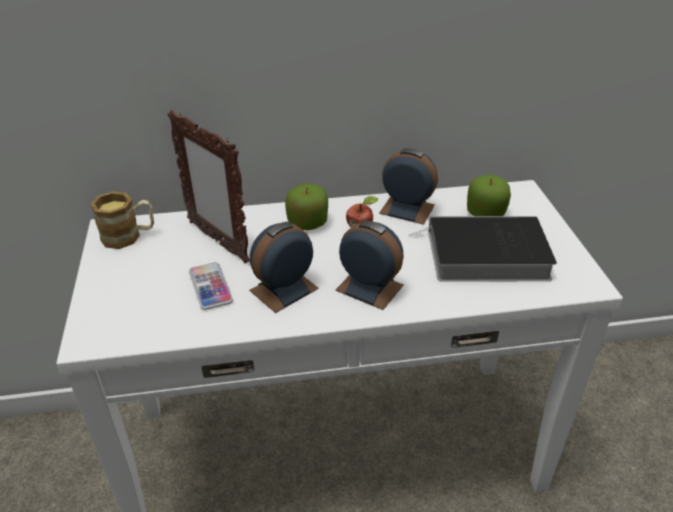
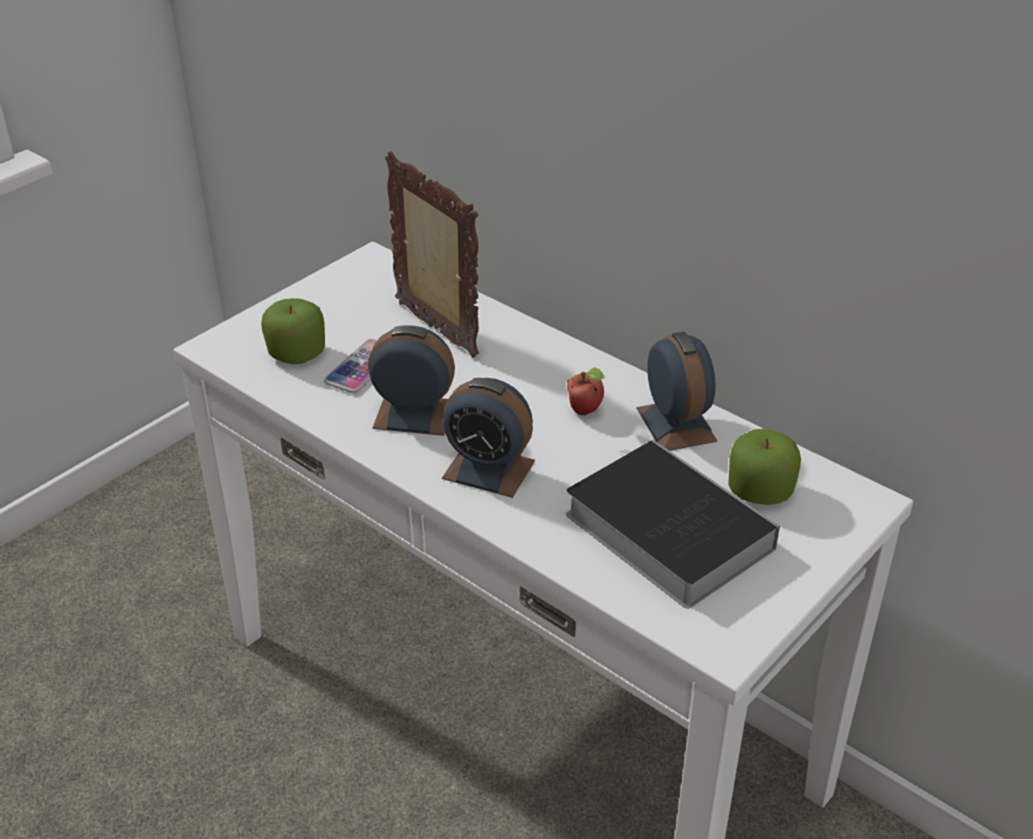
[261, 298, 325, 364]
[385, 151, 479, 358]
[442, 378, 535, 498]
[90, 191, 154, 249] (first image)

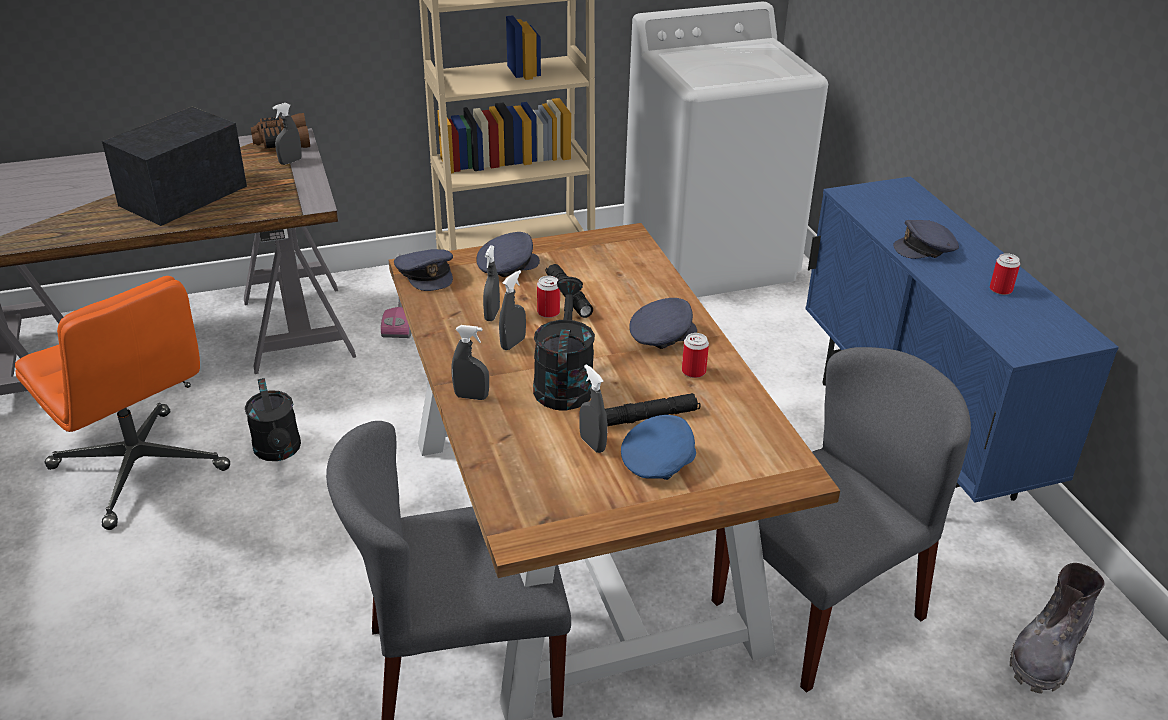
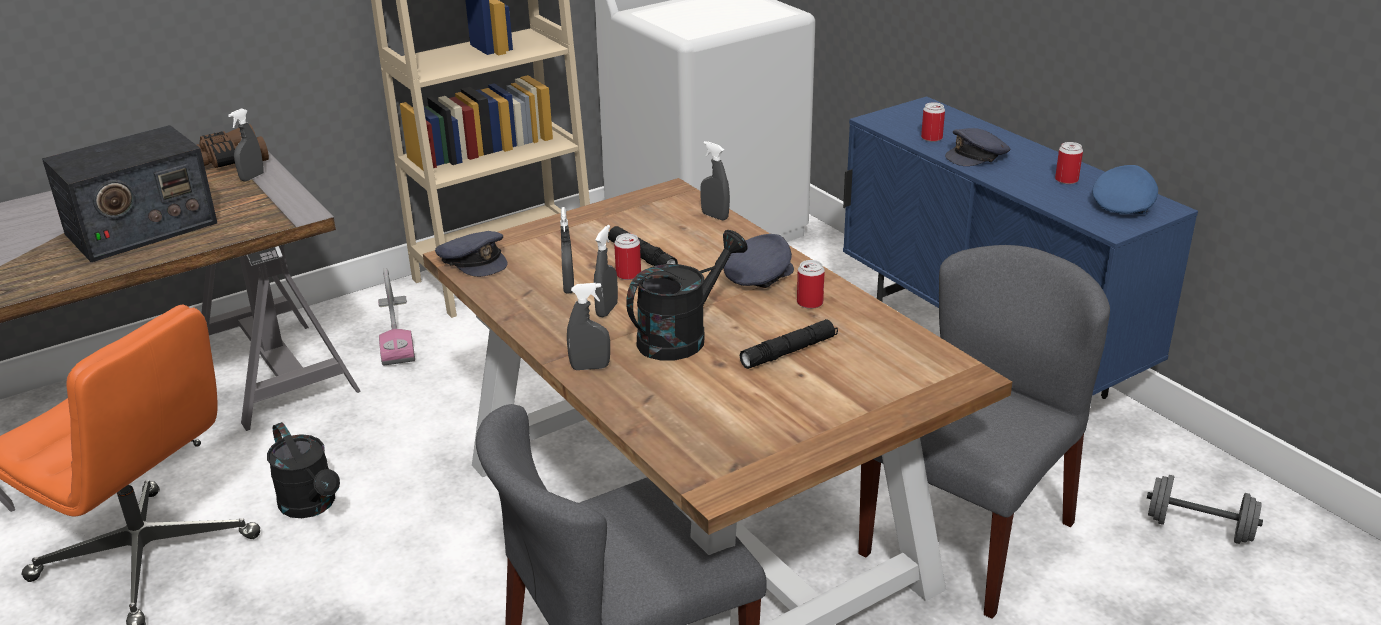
[42, 125, 217, 262]
[626, 230, 747, 361]
[700, 141, 730, 221]
[921, 102, 945, 142]
[1092, 165, 1158, 214]
[1147, 475, 1263, 544]
[476, 232, 540, 277] (first image)

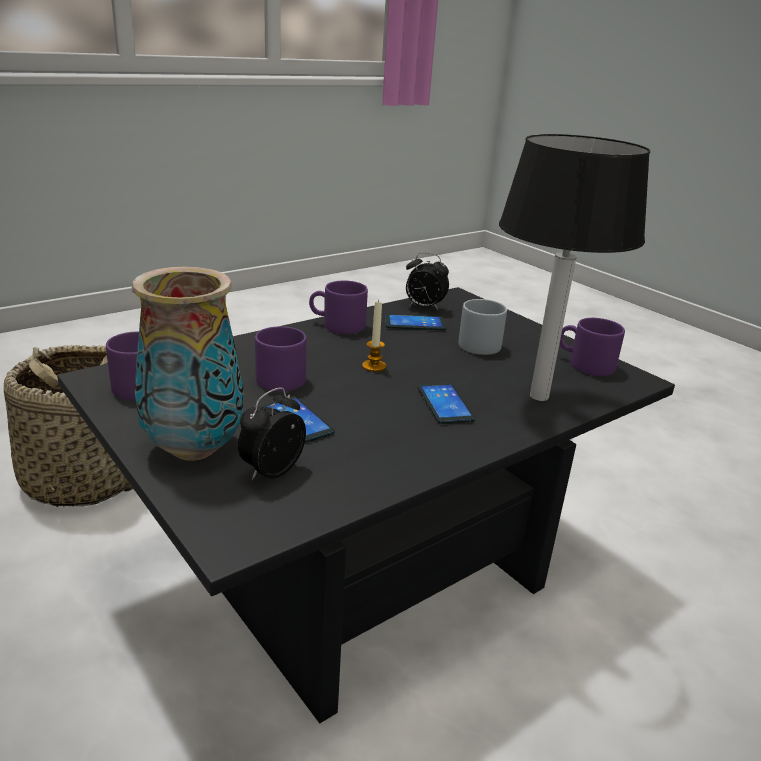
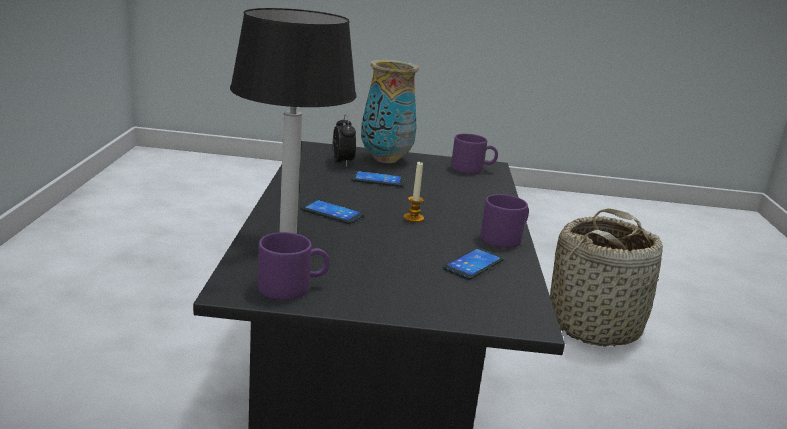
[255, 326, 307, 392] (first image)
[406, 252, 449, 310] (first image)
[458, 299, 507, 355] (first image)

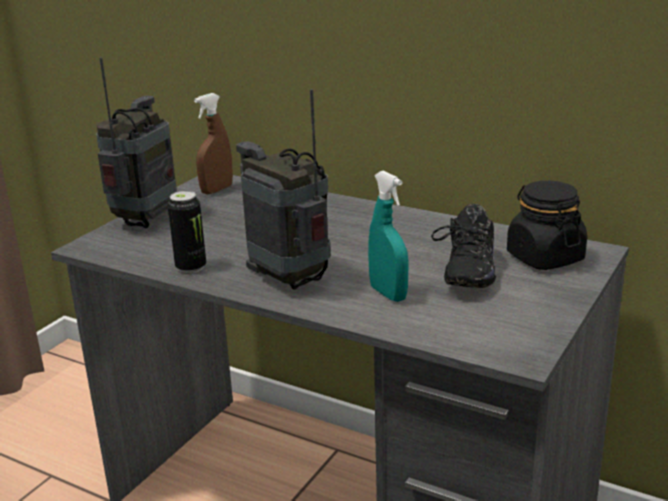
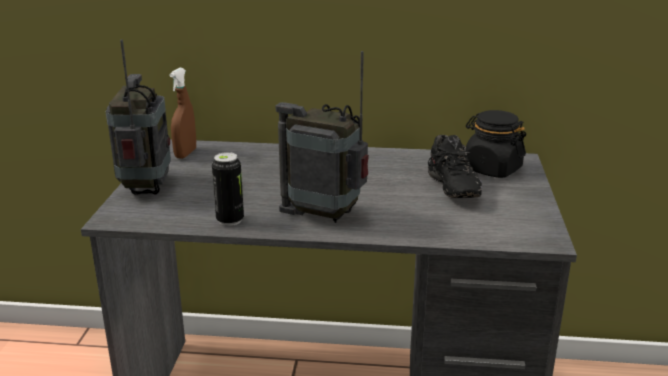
[368, 171, 409, 302] (first image)

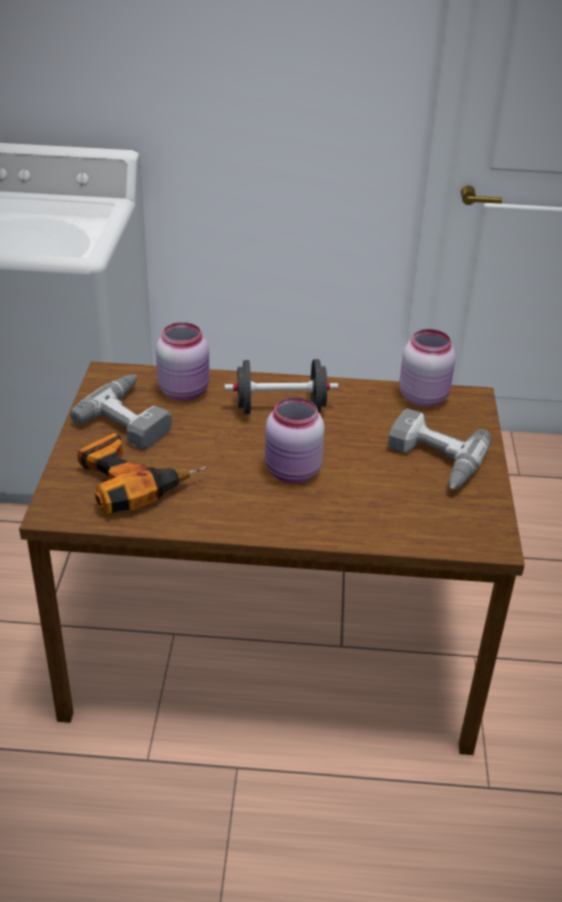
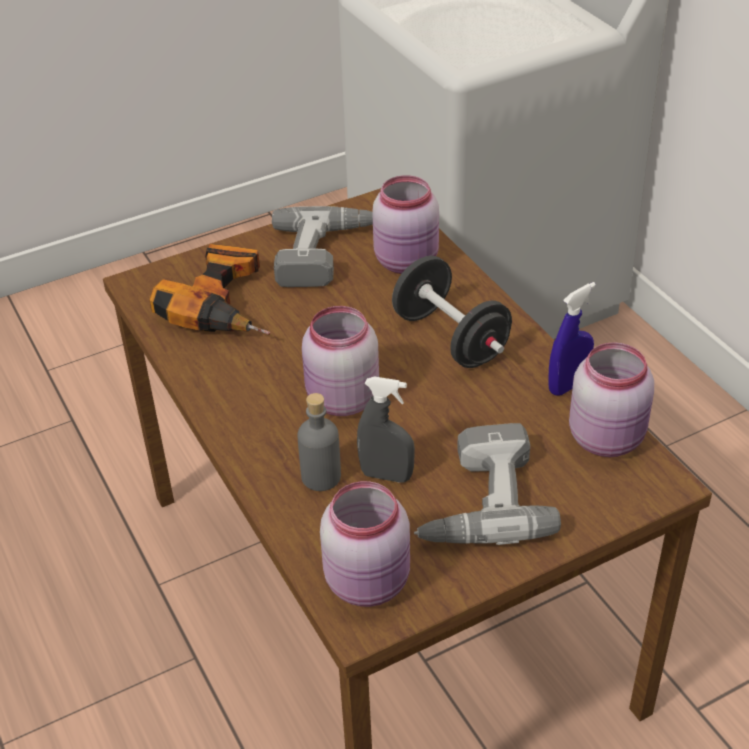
[297, 393, 341, 491]
[320, 481, 410, 607]
[357, 376, 415, 483]
[548, 282, 596, 396]

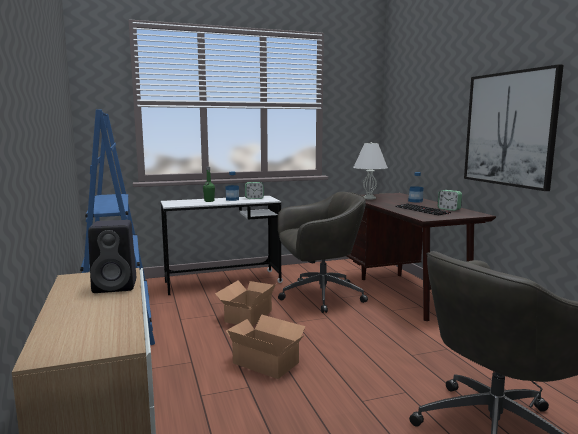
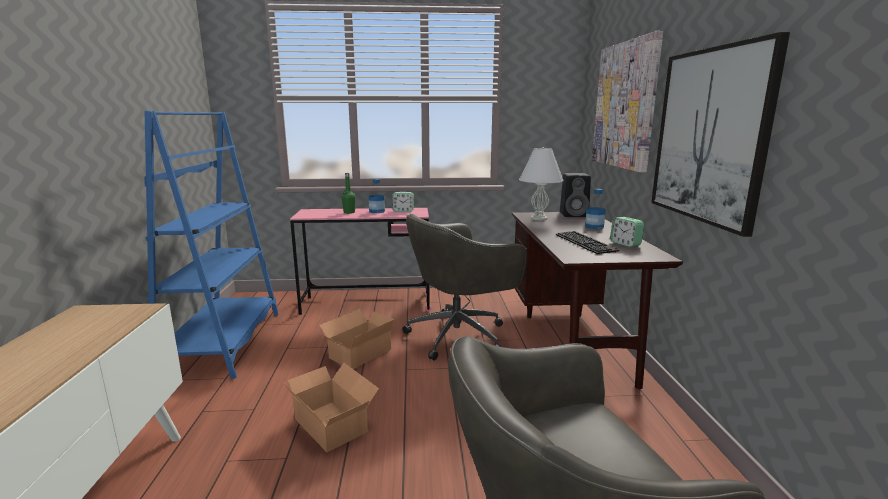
[290, 208, 431, 315]
[402, 214, 527, 360]
[560, 173, 591, 217]
[592, 31, 663, 172]

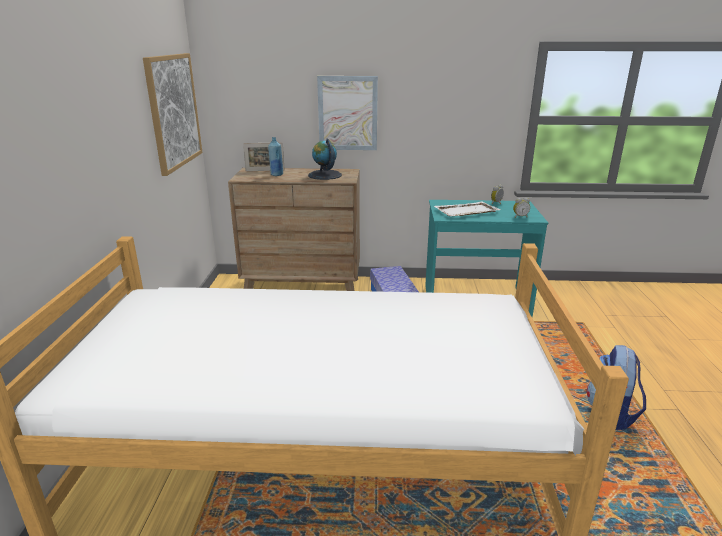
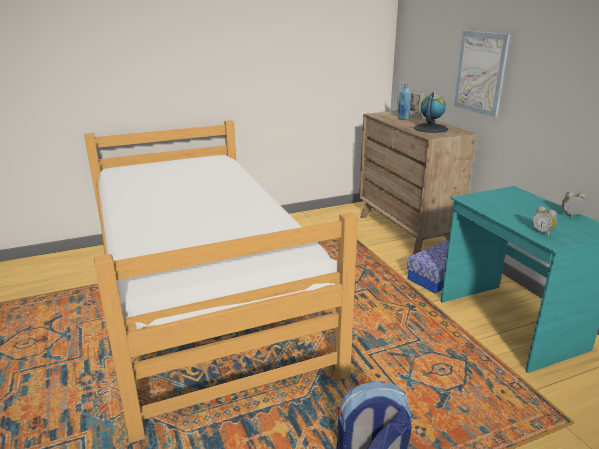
[143, 53, 202, 176] (first image)
[434, 201, 500, 216] (first image)

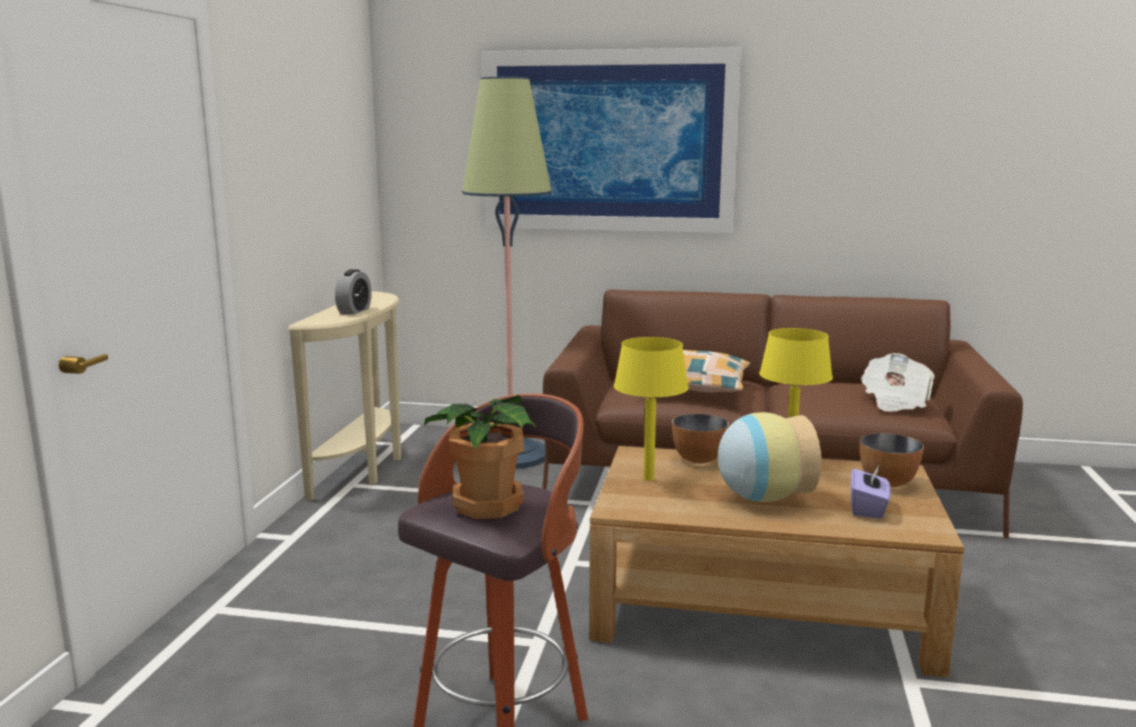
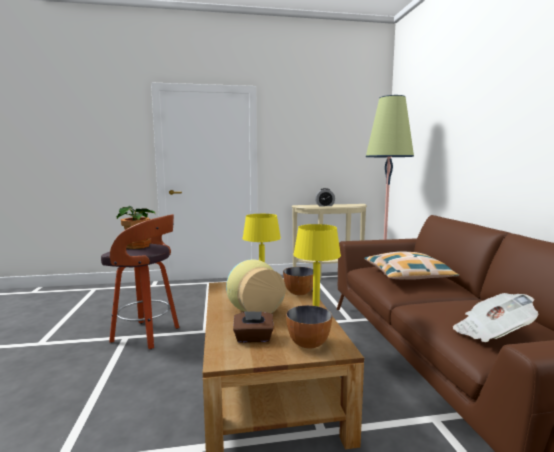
[233, 311, 273, 343]
[482, 47, 742, 233] (first image)

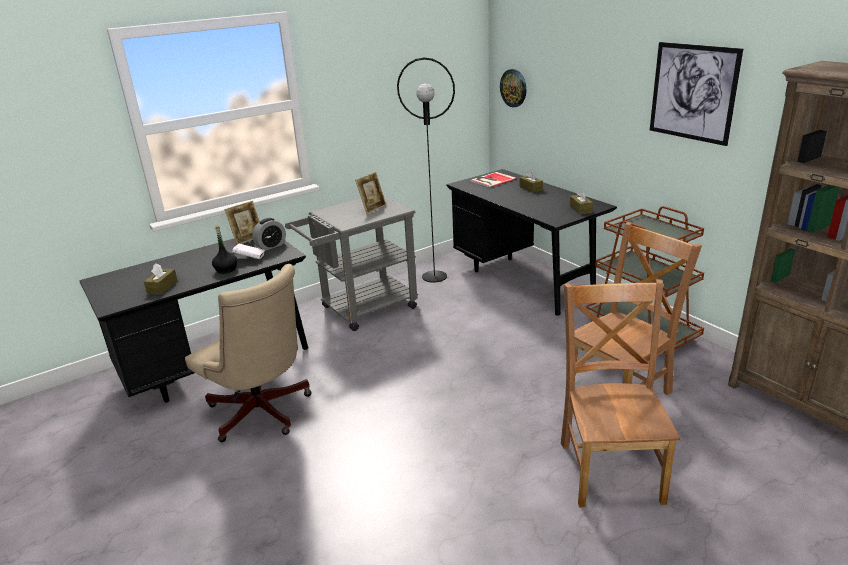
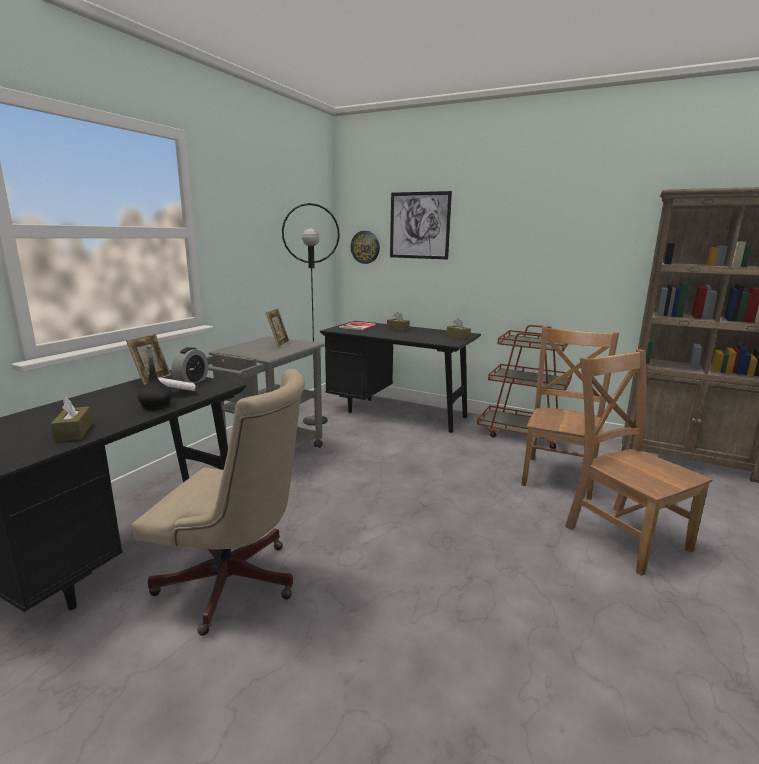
[390, 191, 452, 259]

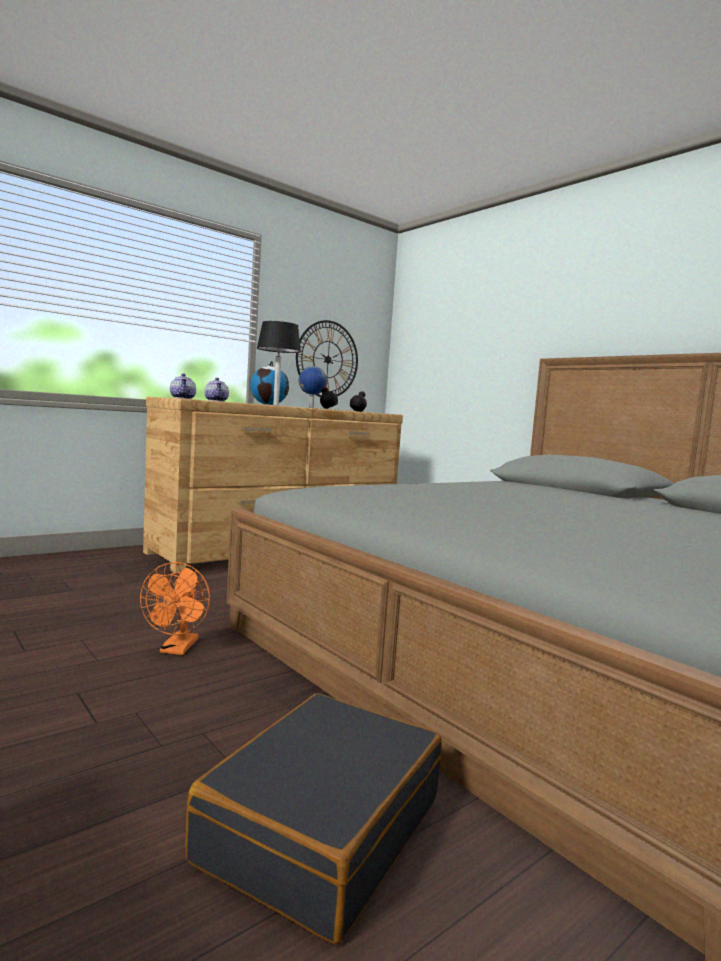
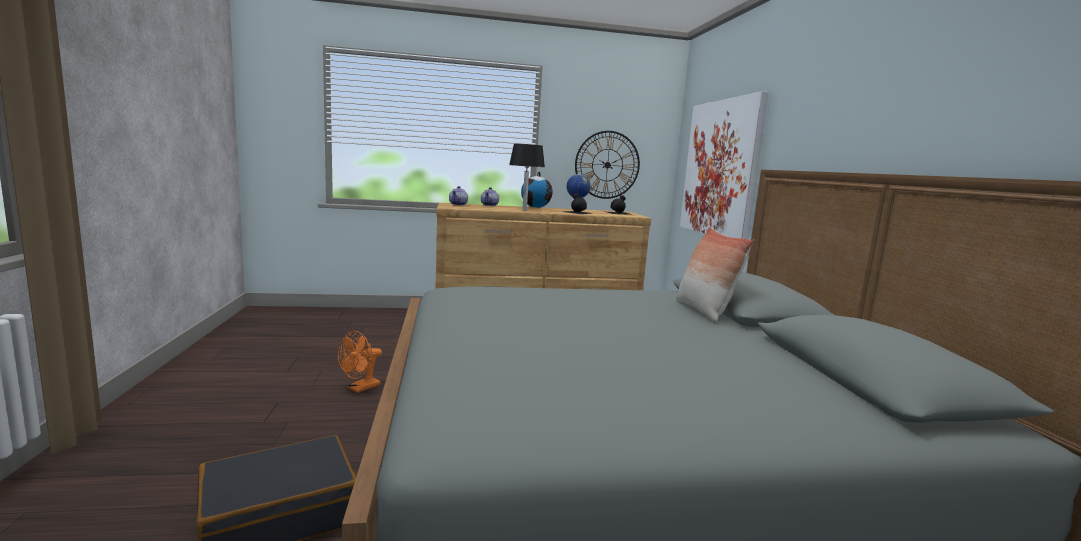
[676, 227, 754, 322]
[680, 91, 768, 239]

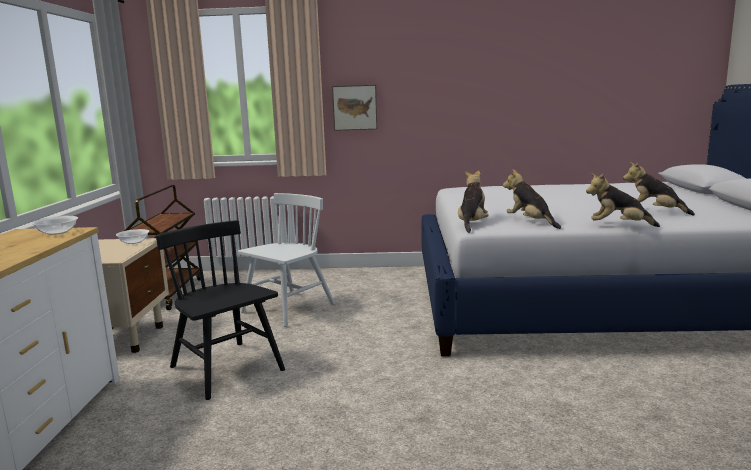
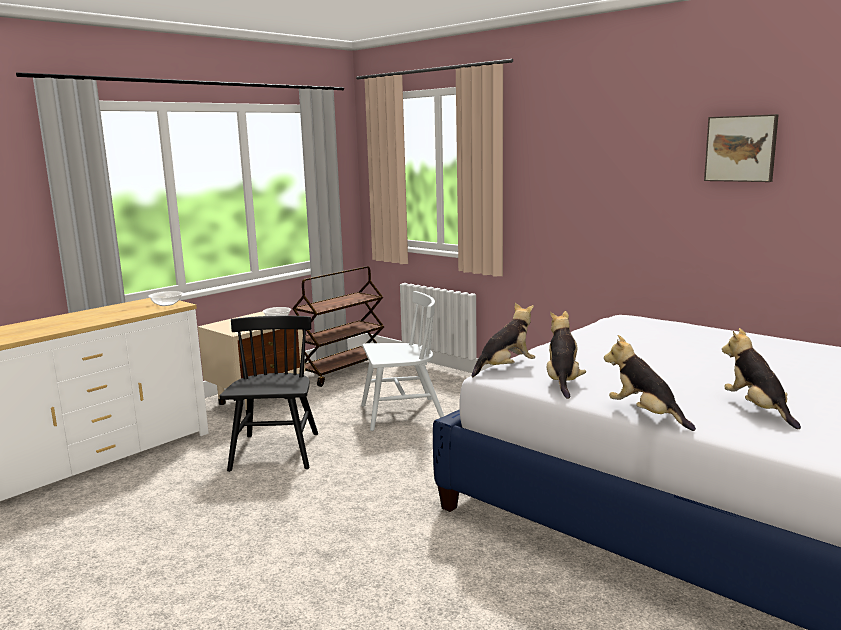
[704, 114, 779, 182]

